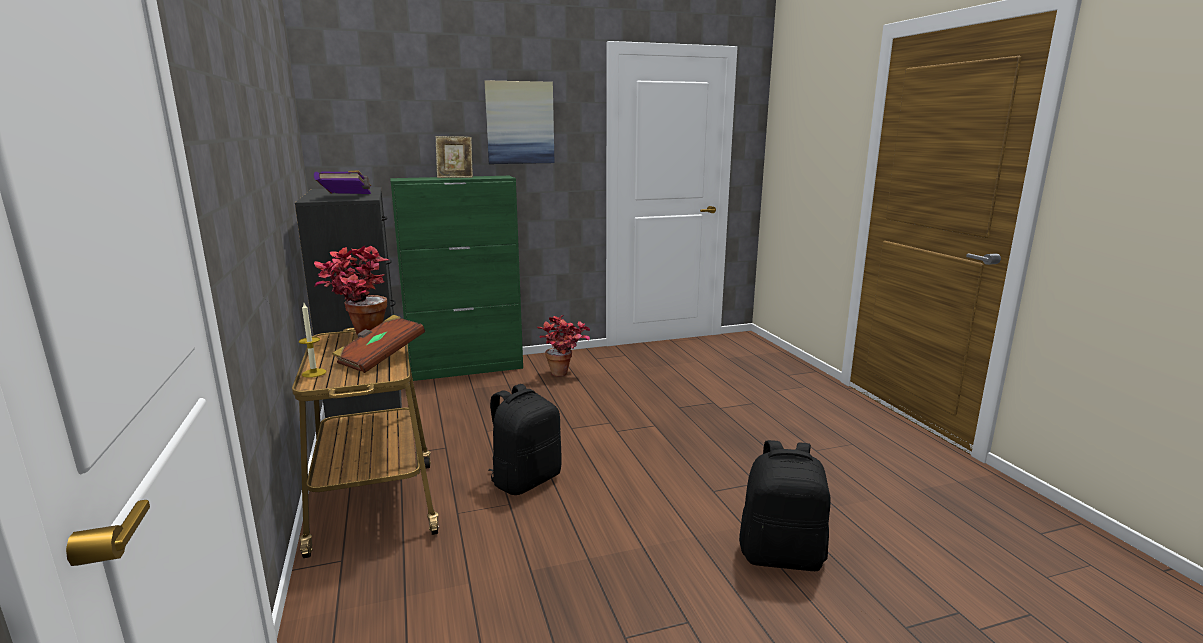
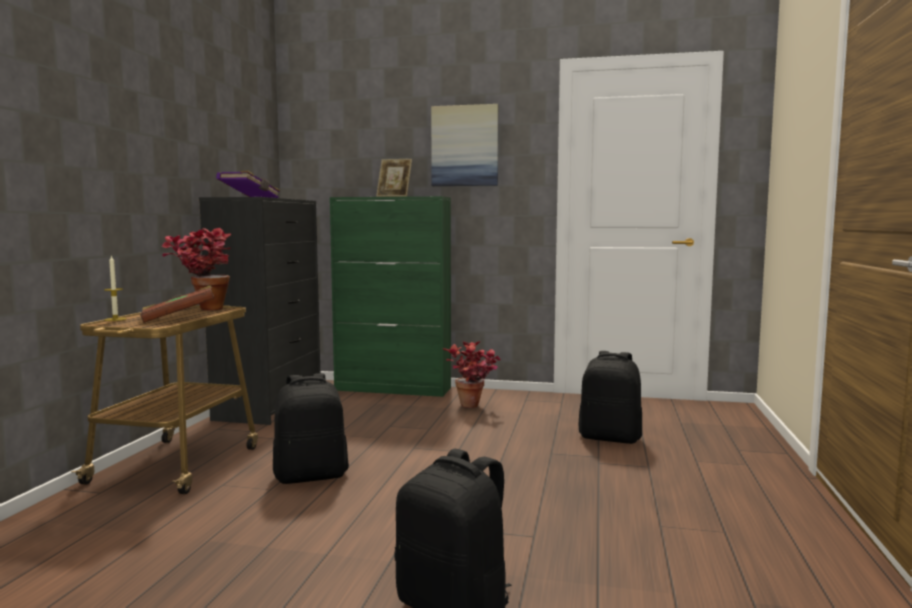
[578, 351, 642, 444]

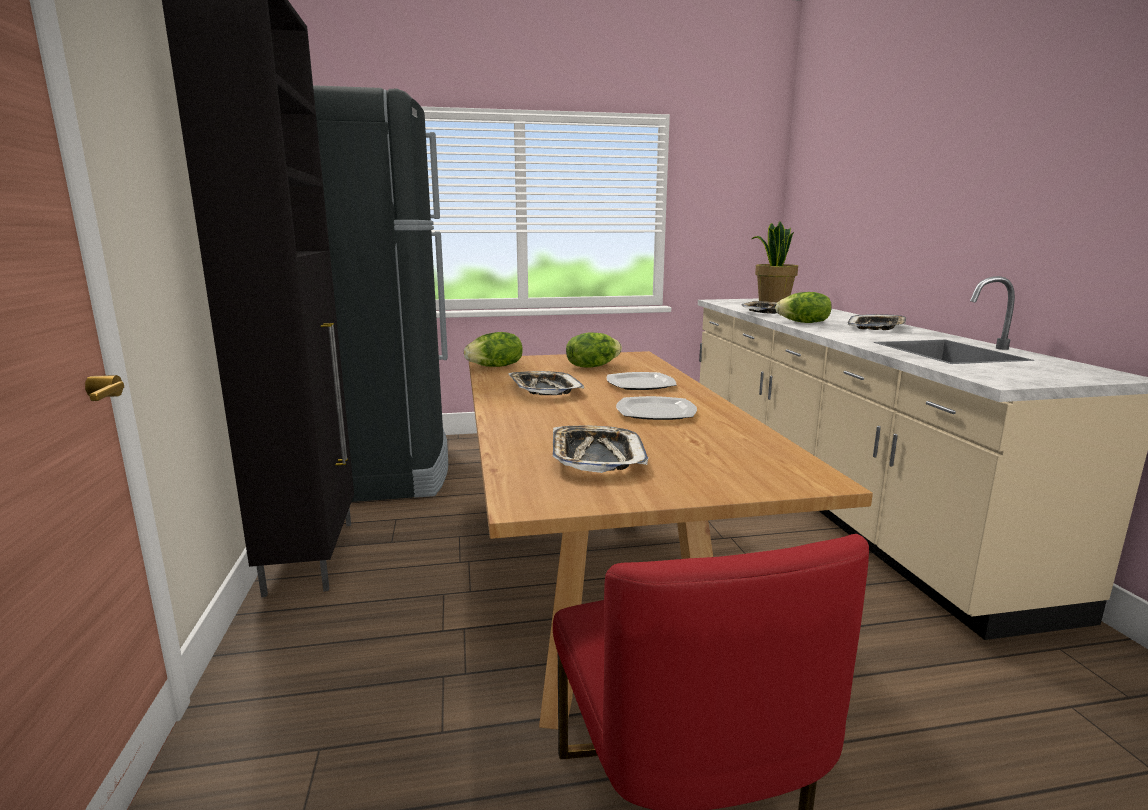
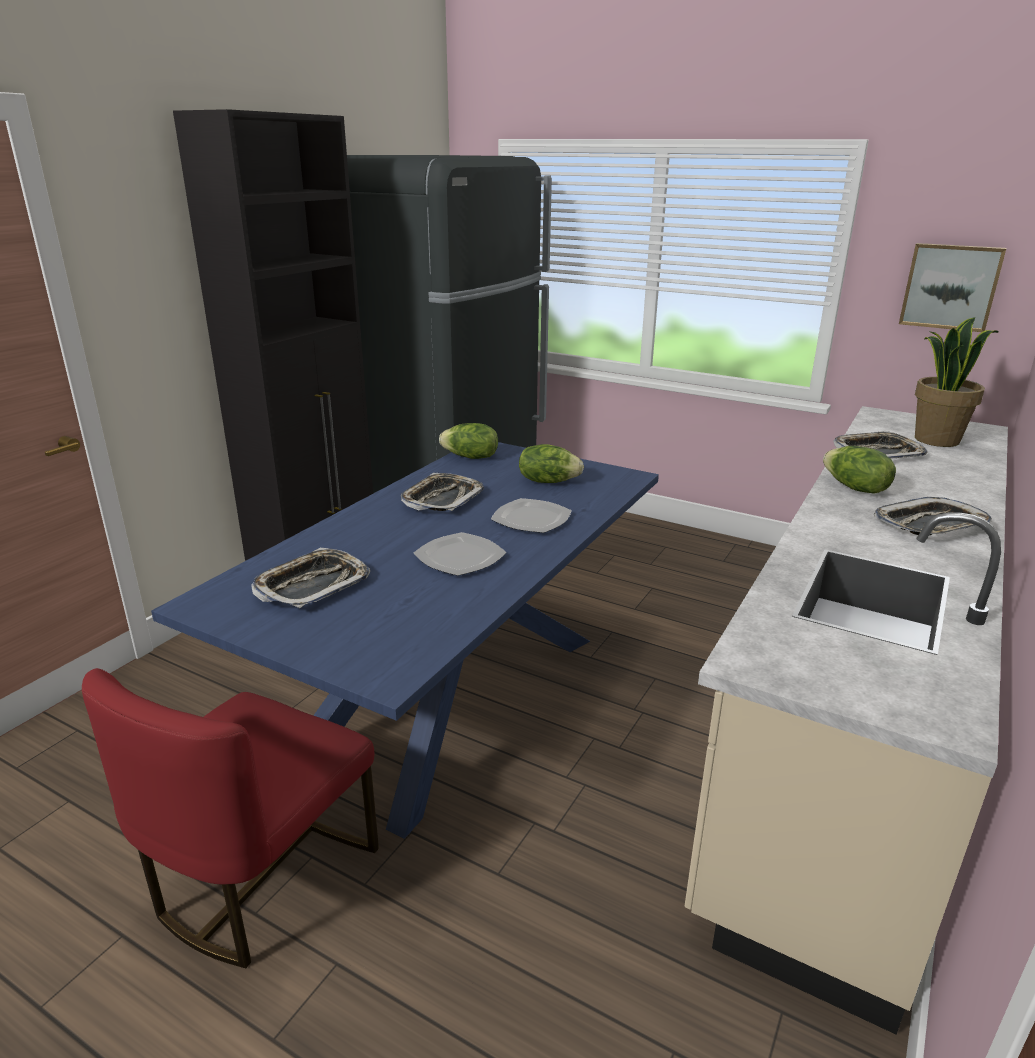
[151, 442, 659, 839]
[899, 243, 1006, 332]

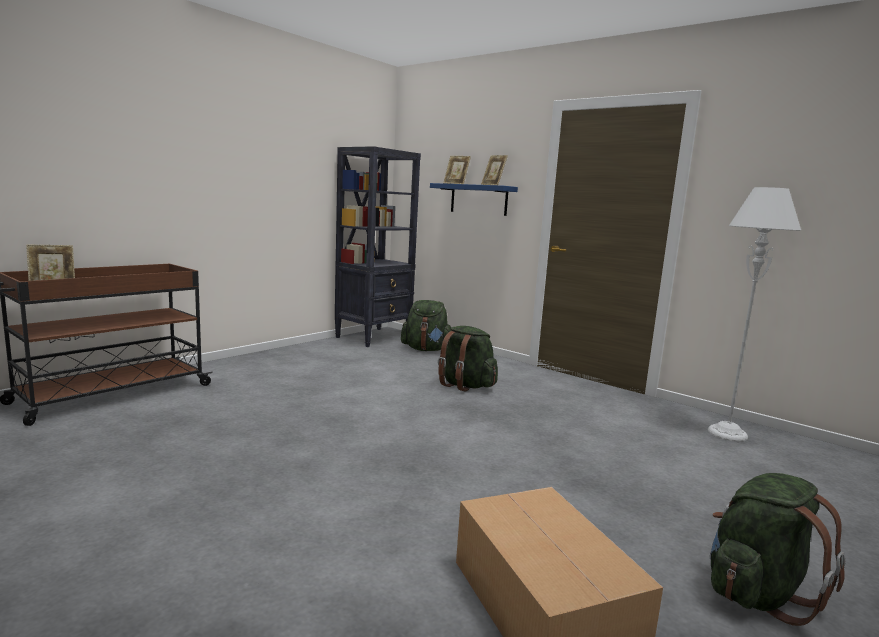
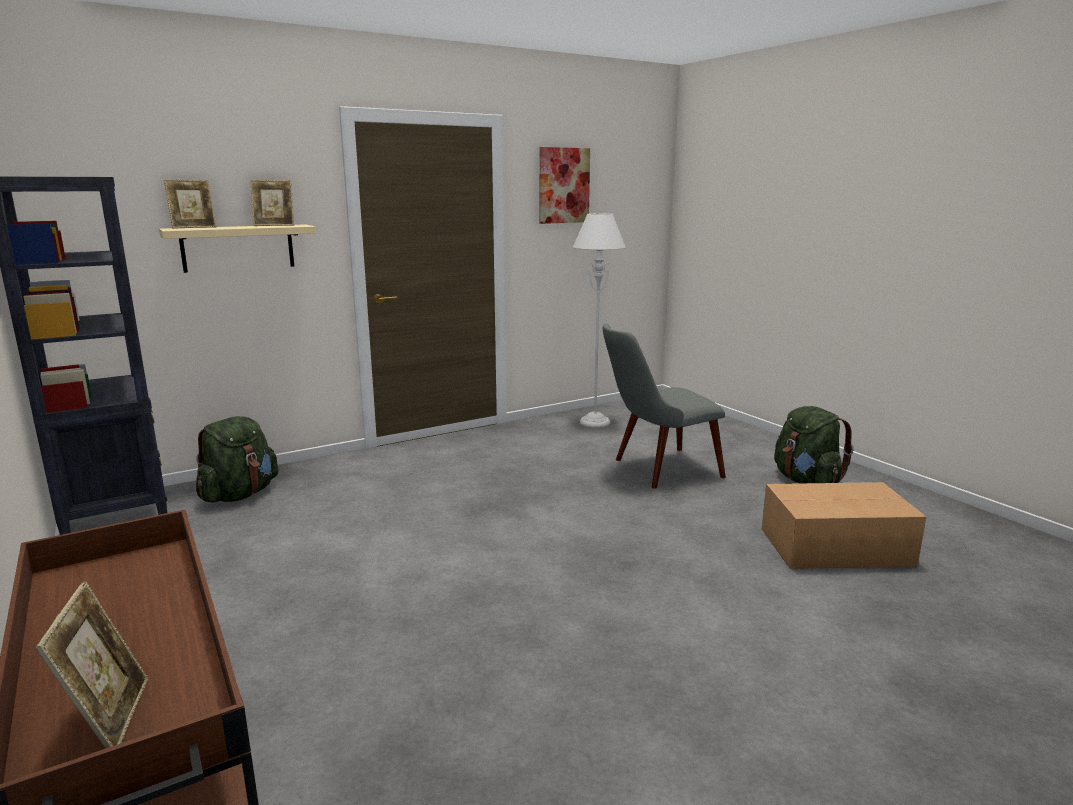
[159, 224, 316, 273]
[539, 147, 590, 224]
[603, 324, 726, 489]
[438, 326, 498, 392] (first image)

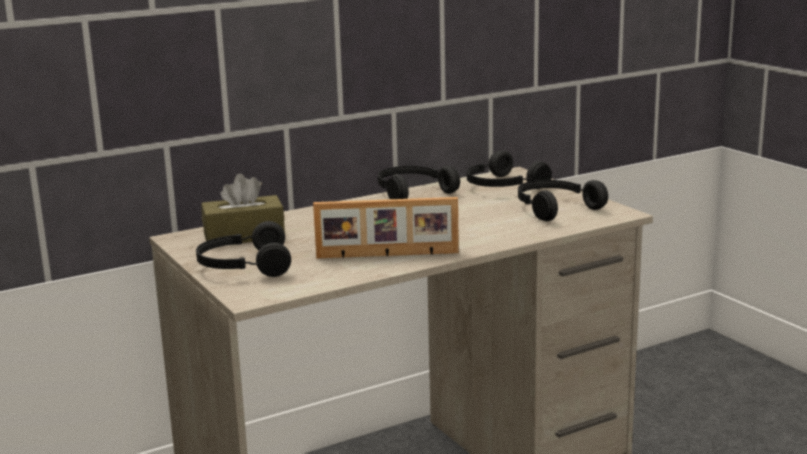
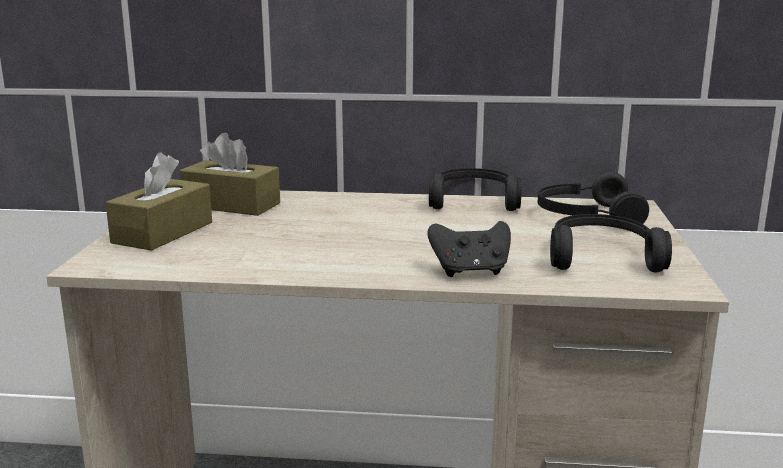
[105, 152, 212, 251]
[427, 221, 511, 277]
[313, 197, 459, 258] (first image)

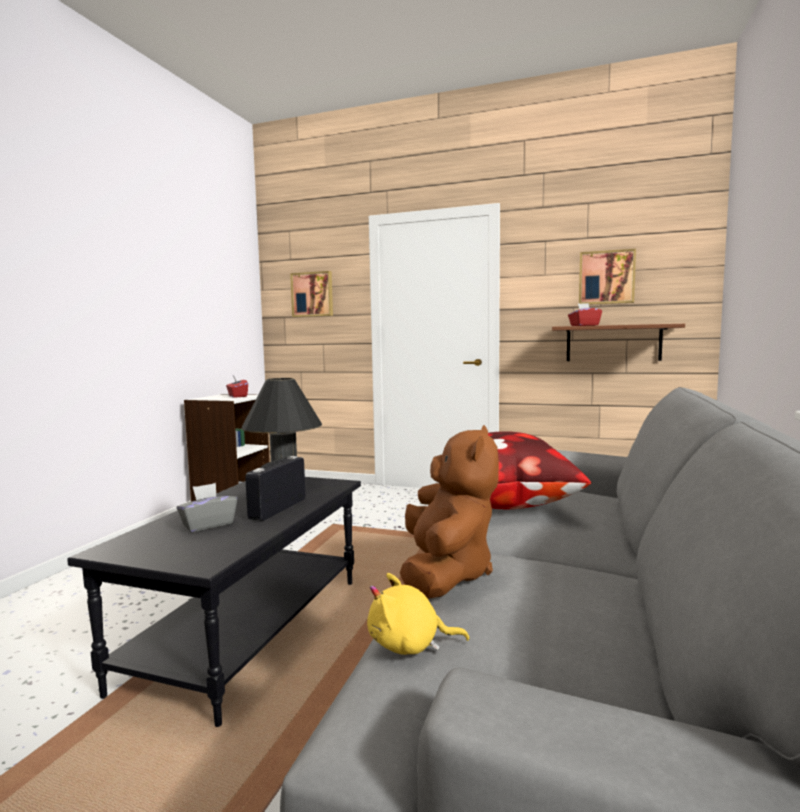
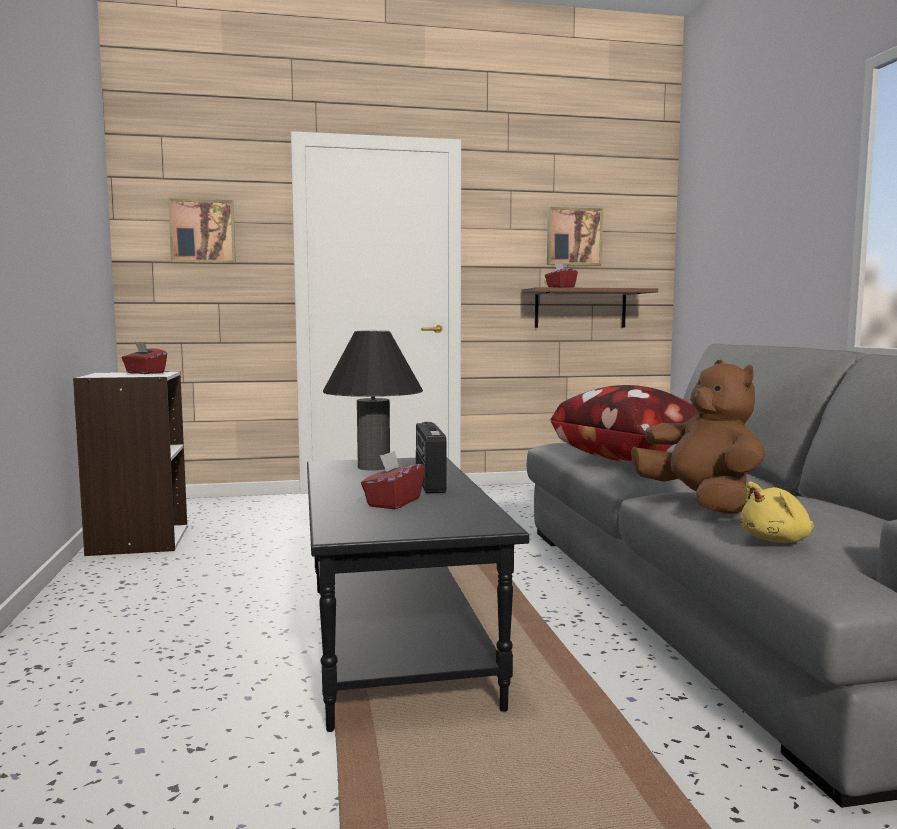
[361, 451, 425, 509]

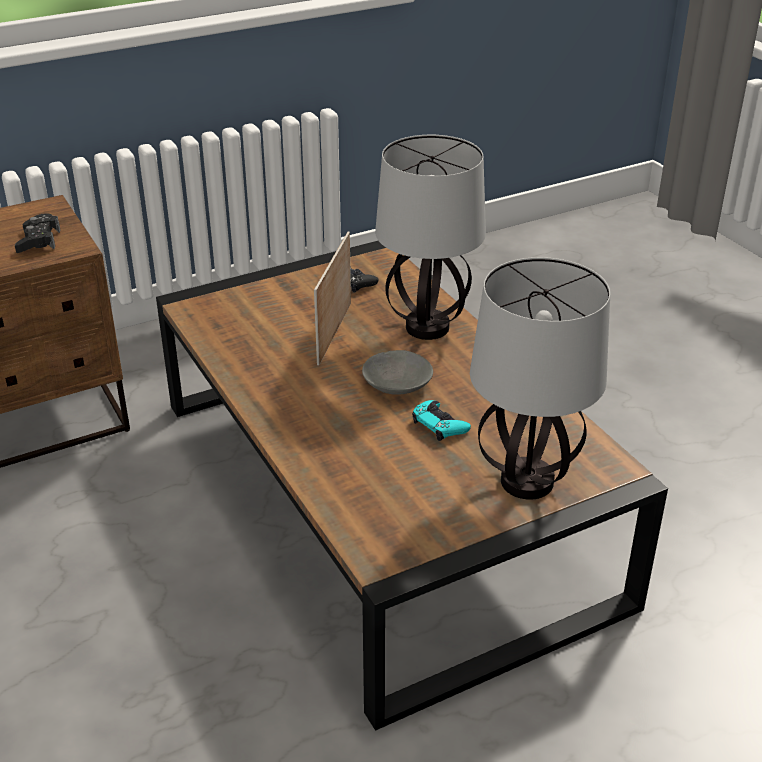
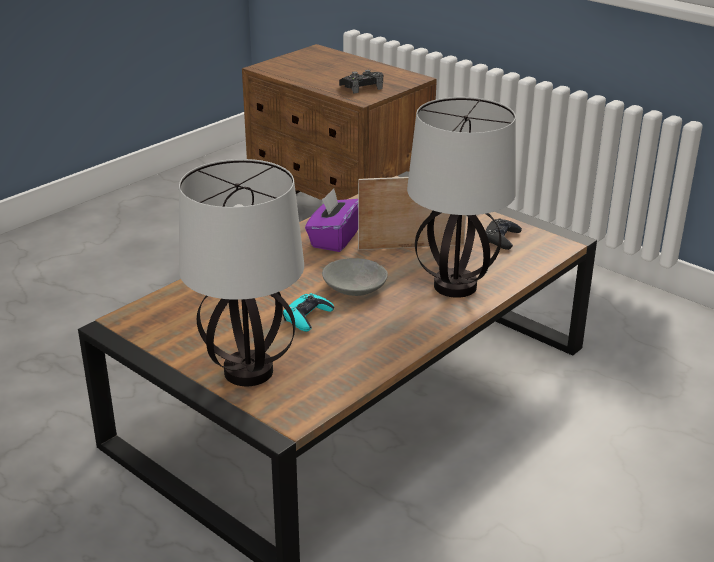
[305, 188, 358, 252]

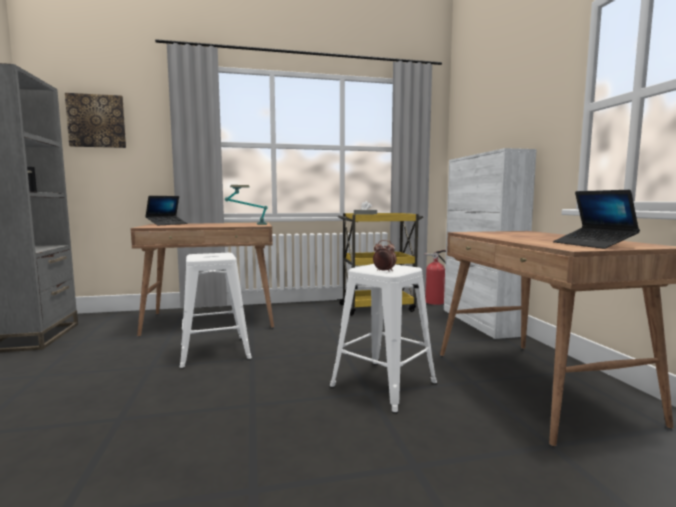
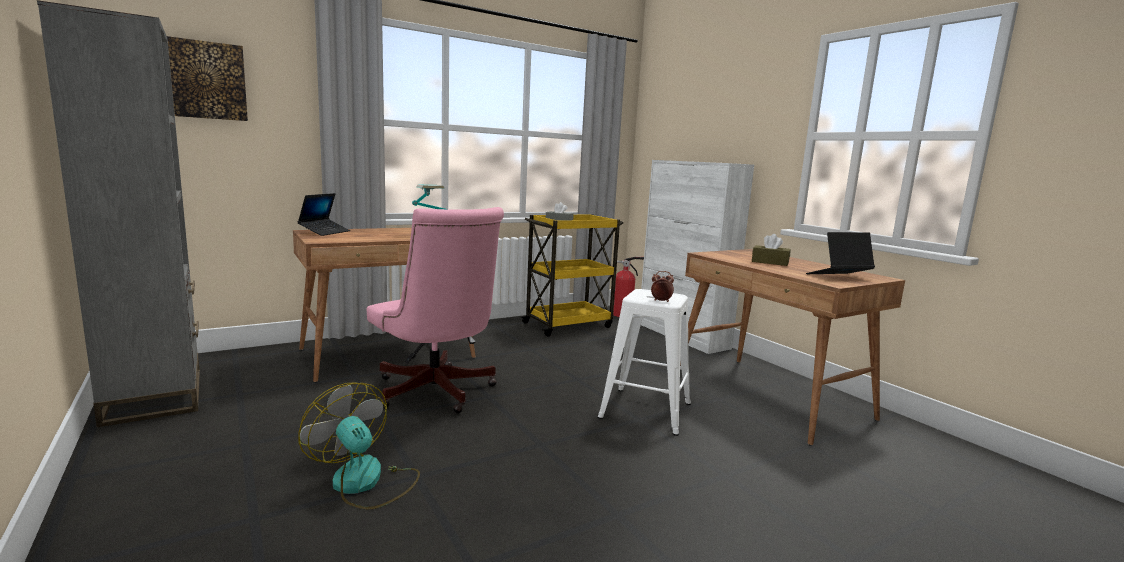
[298, 382, 420, 510]
[366, 207, 504, 413]
[752, 234, 791, 266]
[806, 232, 875, 274]

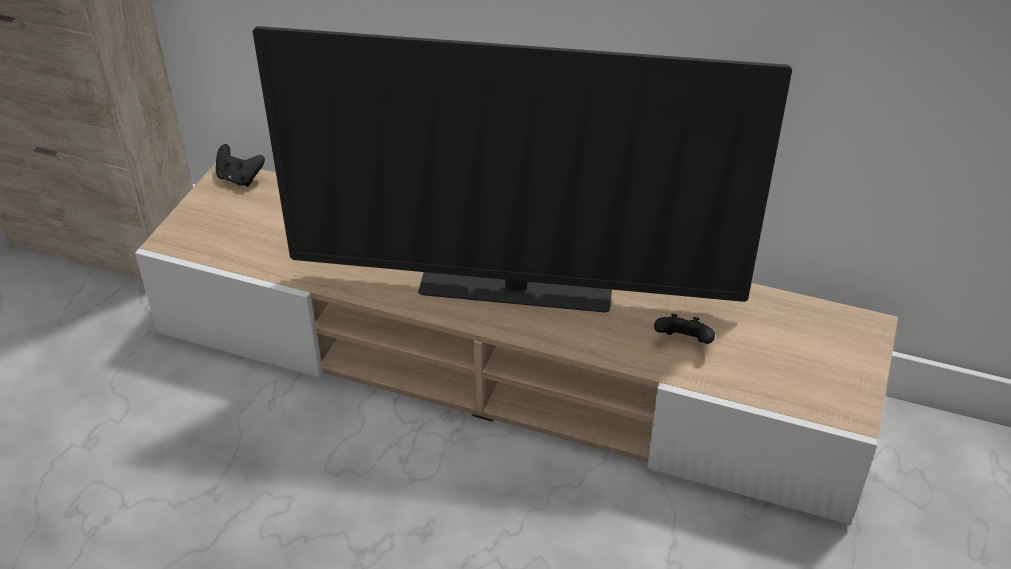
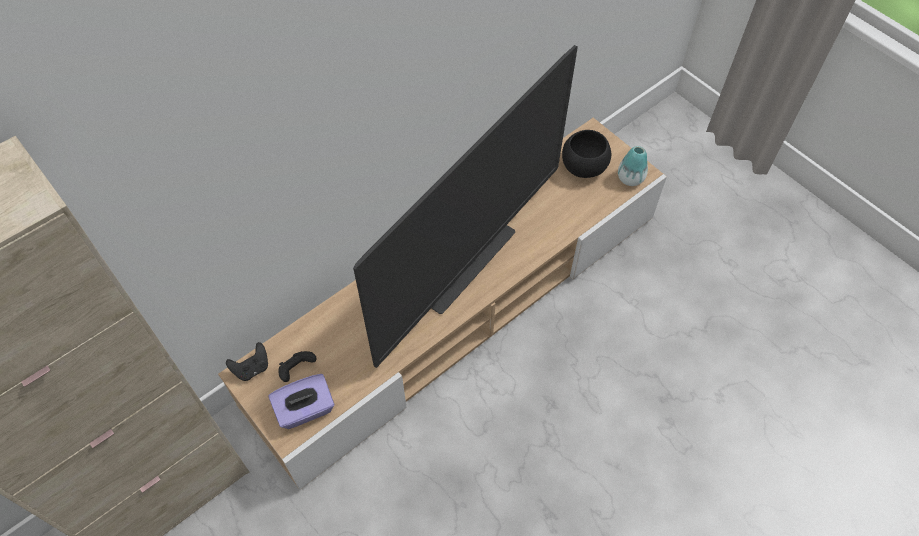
[268, 374, 334, 429]
[279, 351, 317, 382]
[562, 130, 611, 178]
[618, 146, 648, 186]

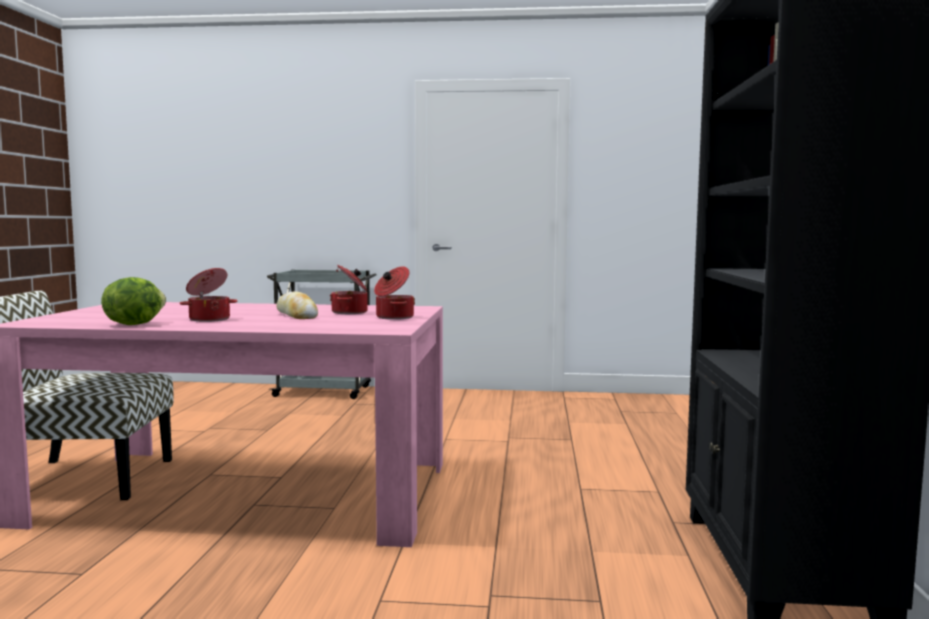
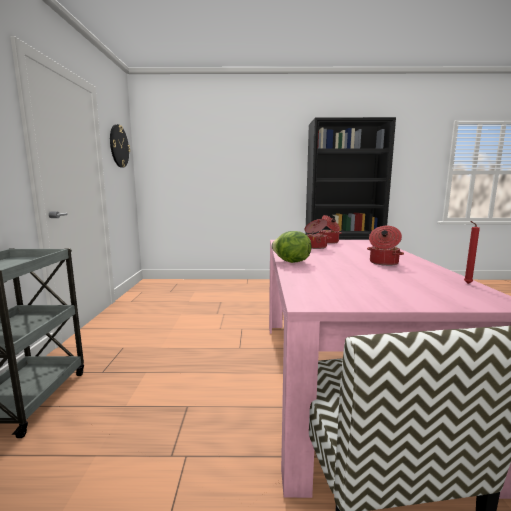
[110, 124, 130, 168]
[272, 231, 311, 263]
[464, 221, 480, 284]
[277, 292, 318, 319] (first image)

